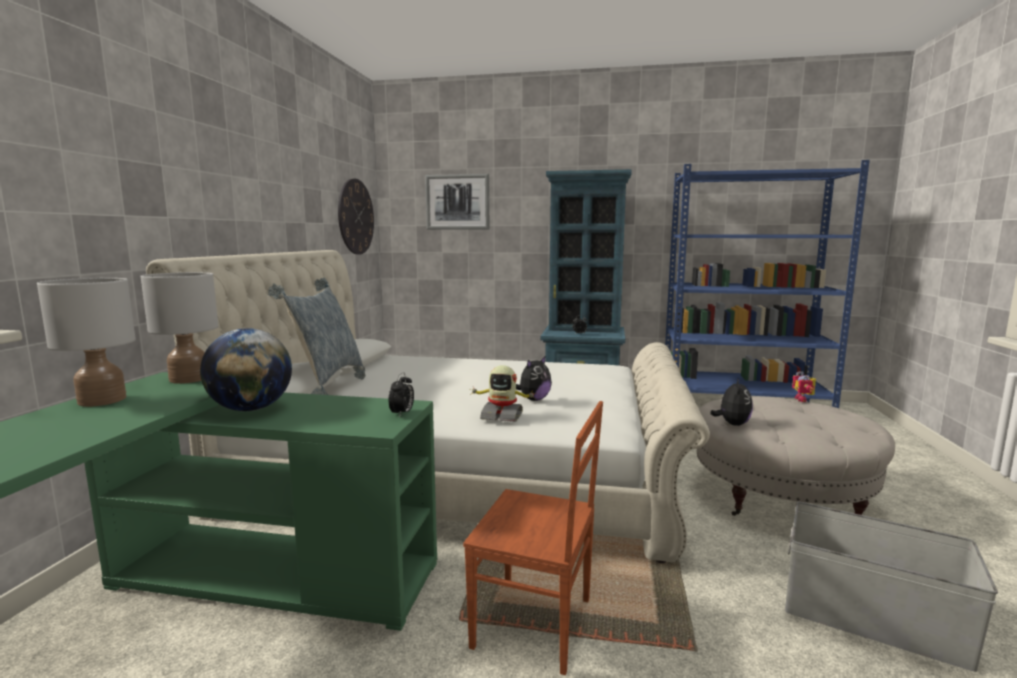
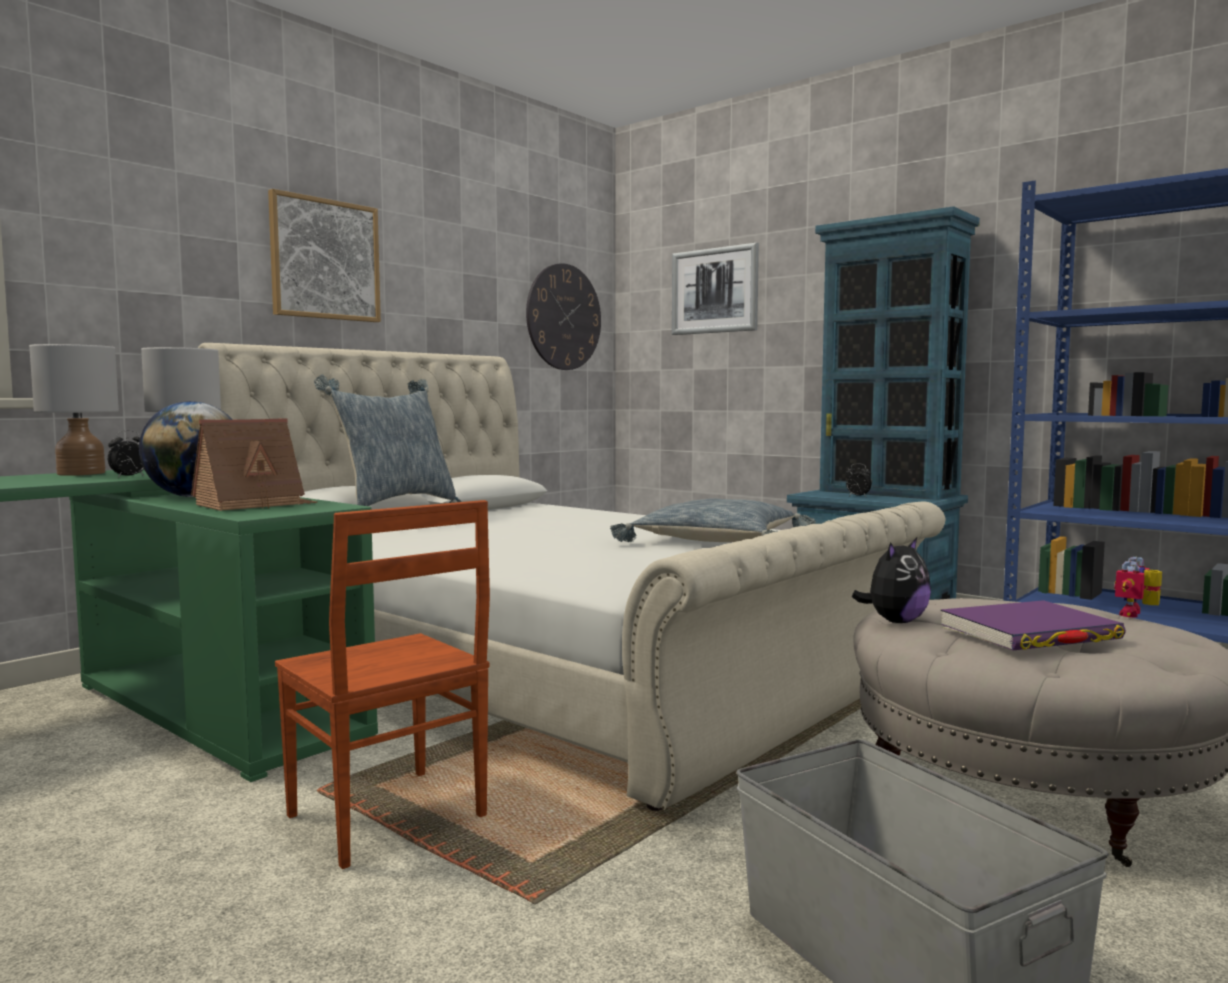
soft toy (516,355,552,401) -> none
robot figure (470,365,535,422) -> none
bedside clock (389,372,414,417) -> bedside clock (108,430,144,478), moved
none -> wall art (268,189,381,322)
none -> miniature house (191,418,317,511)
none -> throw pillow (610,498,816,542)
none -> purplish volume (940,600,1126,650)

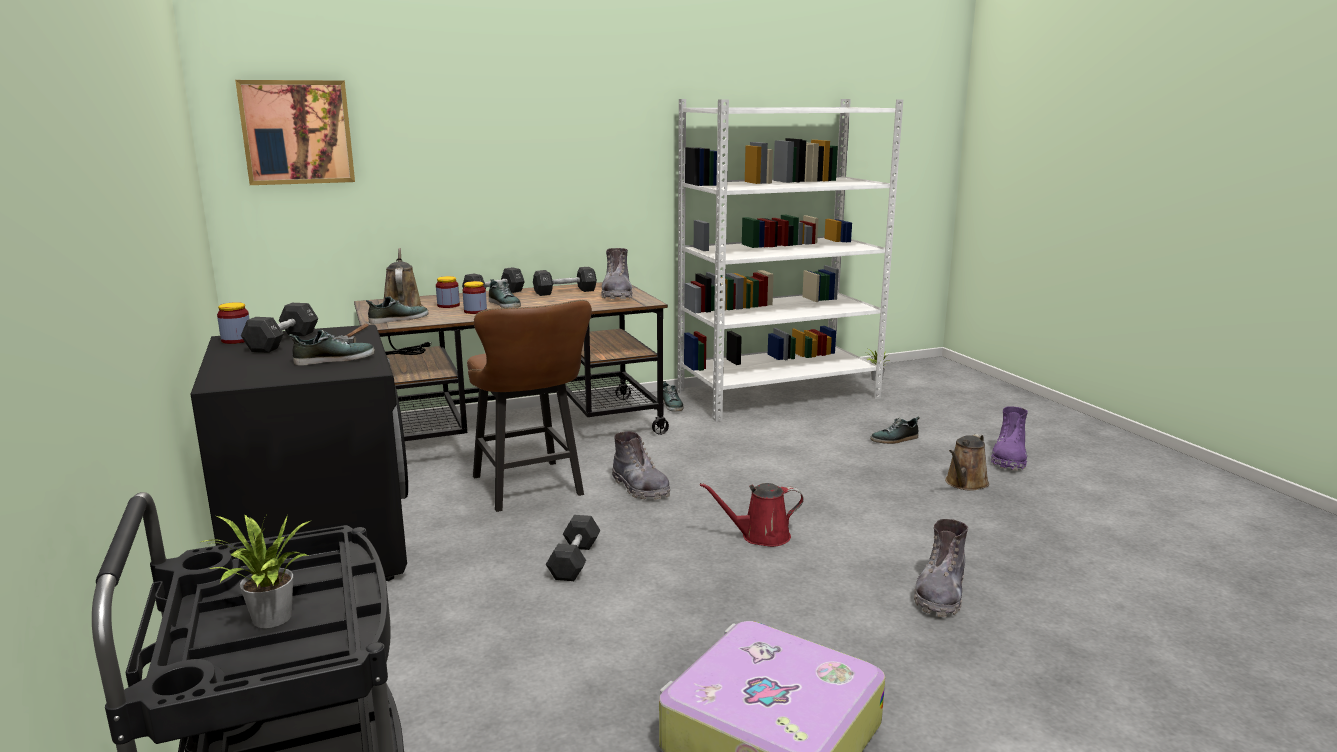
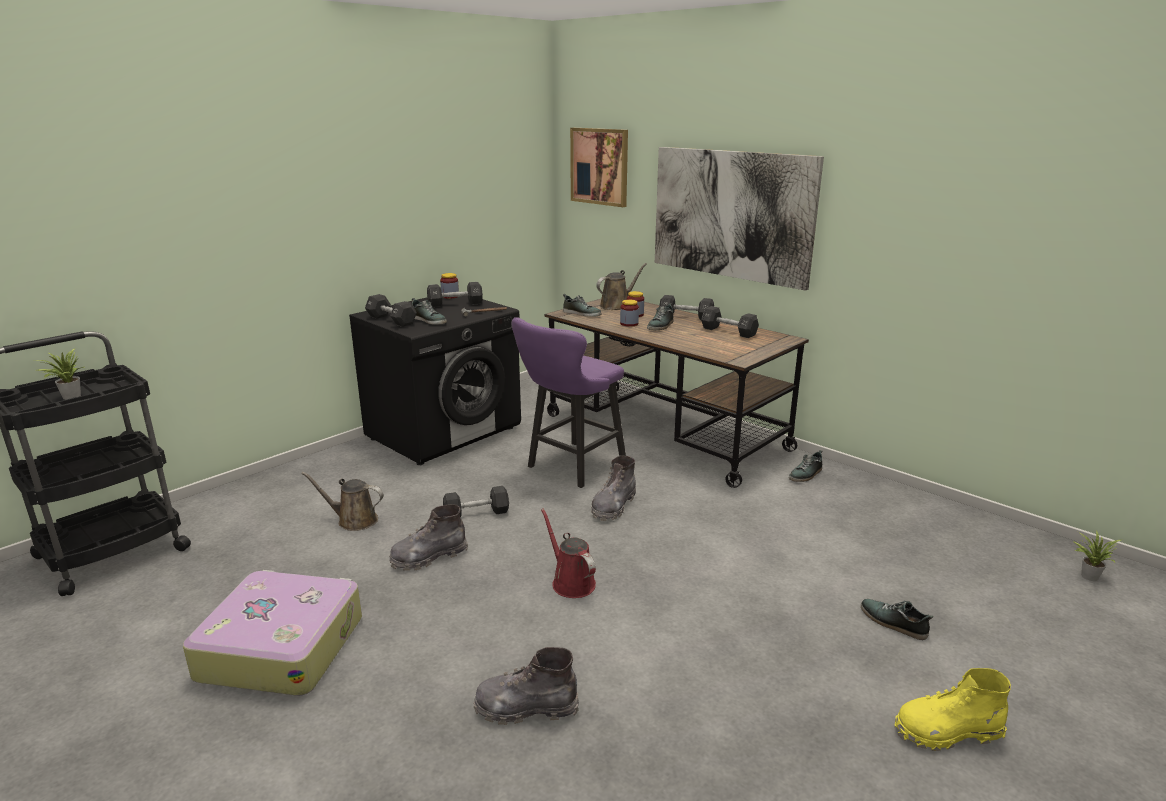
white bookshelf (678,99,903,421) -> none
grey tall boot (601,248,633,299) -> grey tall boot (389,504,468,571), moved
brownish stool seat (467,300,592,512) -> purplish stool seat (512,317,626,488)
purplish tall boot (991,407,1028,471) -> yellow tall boot (895,668,1011,751)
brownish watering pot (945,434,989,491) -> brownish watering pot (301,472,384,531), moved
none -> wall art (655,147,824,291)
none -> black dumbbell (365,294,417,327)

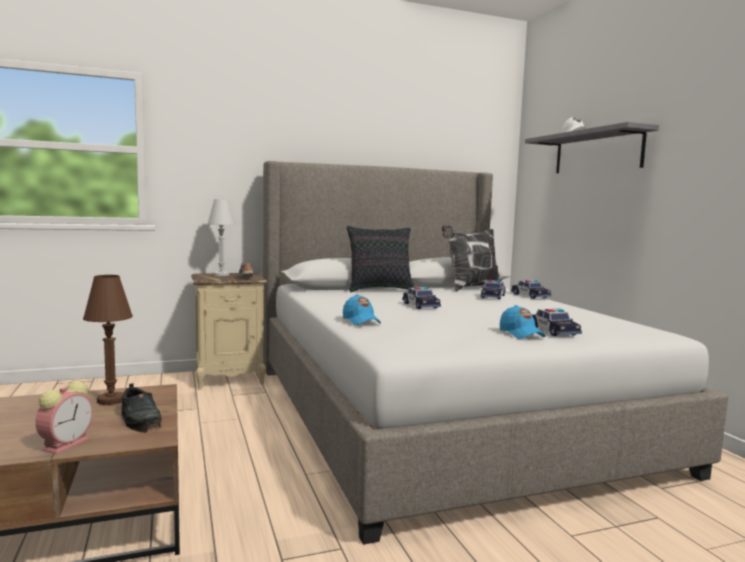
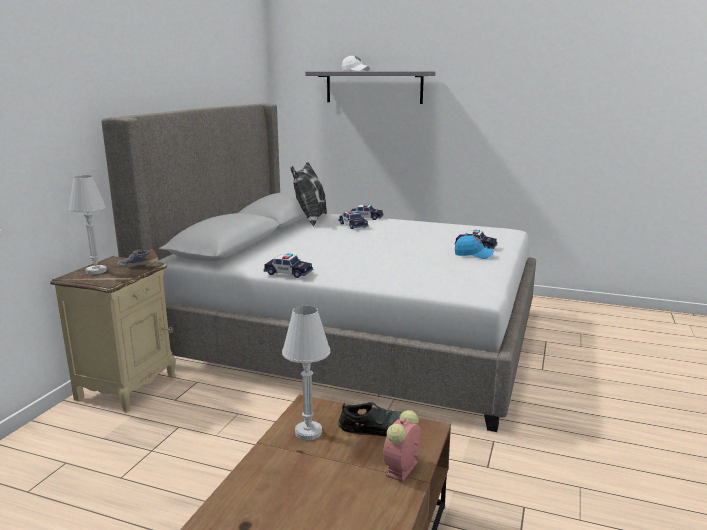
black throw pillow (347,226,414,292) -> none
brownish lamp for a table (83,275,133,405) -> white lamp for a table (282,306,331,440)
model car (402,287,441,309) -> model car (264,254,313,278), moved
blue peaked cap (343,294,381,325) -> none
bedside clock (35,381,93,454) -> bedside clock (383,410,421,482), 120 degrees counterclockwise

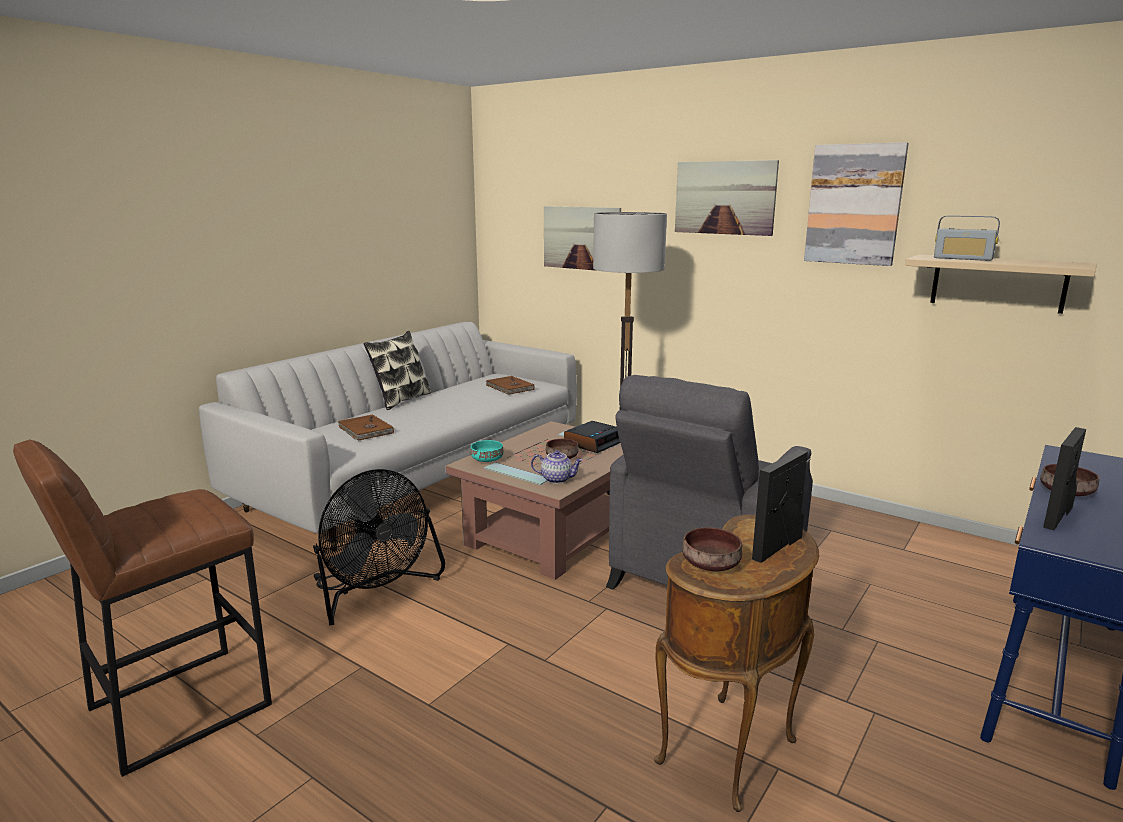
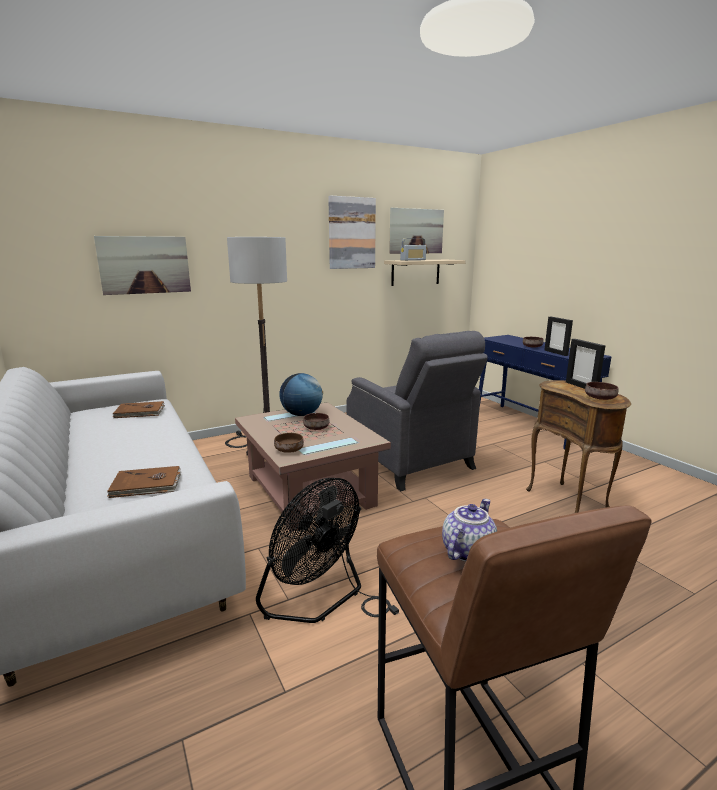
wall art (675,160,779,236) -> wall art (389,208,444,254), moved
throw pillow (364,331,431,410) -> none
bedside clock (564,421,620,453) -> globe (279,373,323,416)
turquoise-coloured bowl (470,440,504,462) -> brownish bowl (274,433,304,453)
pot for tea (531,450,583,484) -> pot for tea (442,499,497,562), moved
black electric fan (313,469,445,626) -> black electric fan (256,478,399,623), 120 degrees counterclockwise

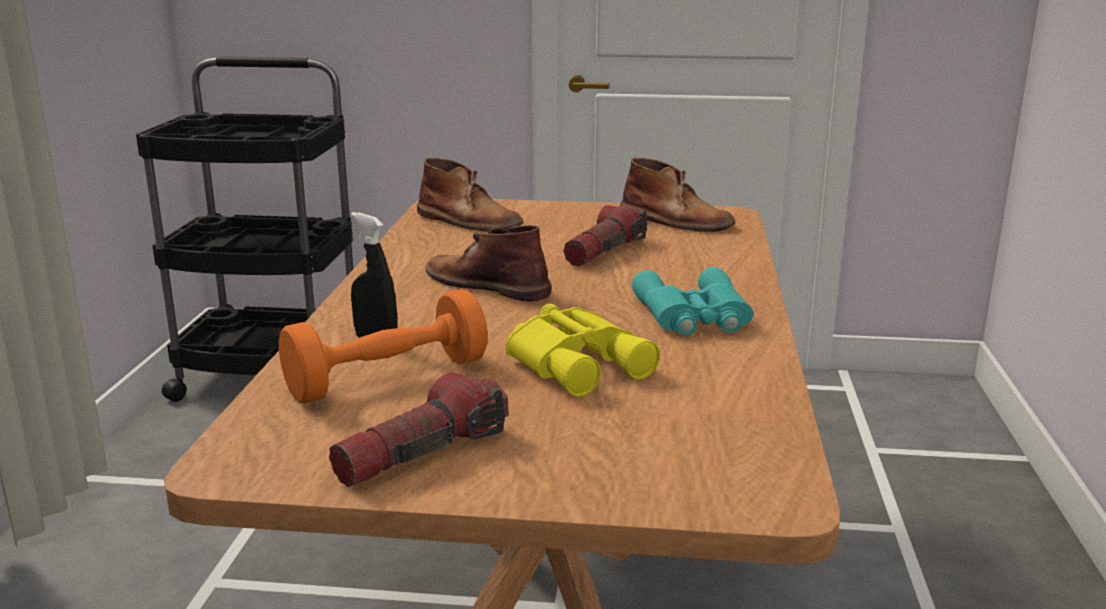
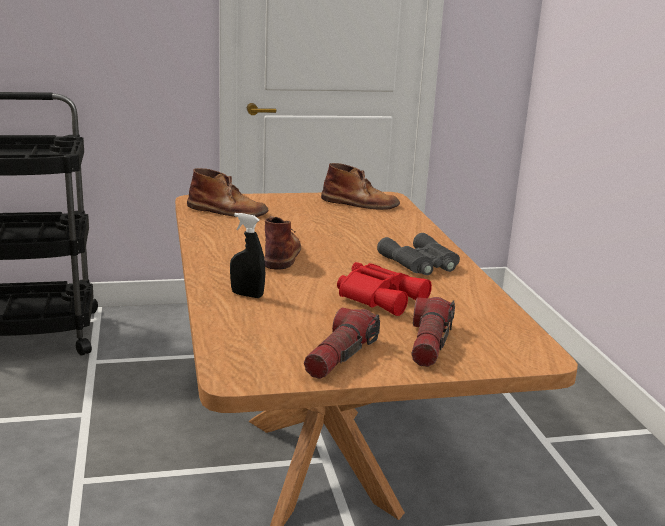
torch (563,205,647,267) -> torch (411,297,455,367), moved
brownish tall boot (426,225,551,301) -> brownish tall boot (264,216,301,270), 75 degrees clockwise
turquoise-coloured binoculars (632,267,753,336) -> grey binoculars (377,233,460,275)
orange dumbbell (279,289,488,404) -> none
yellow binoculars (506,303,660,397) -> red binoculars (337,262,432,316)

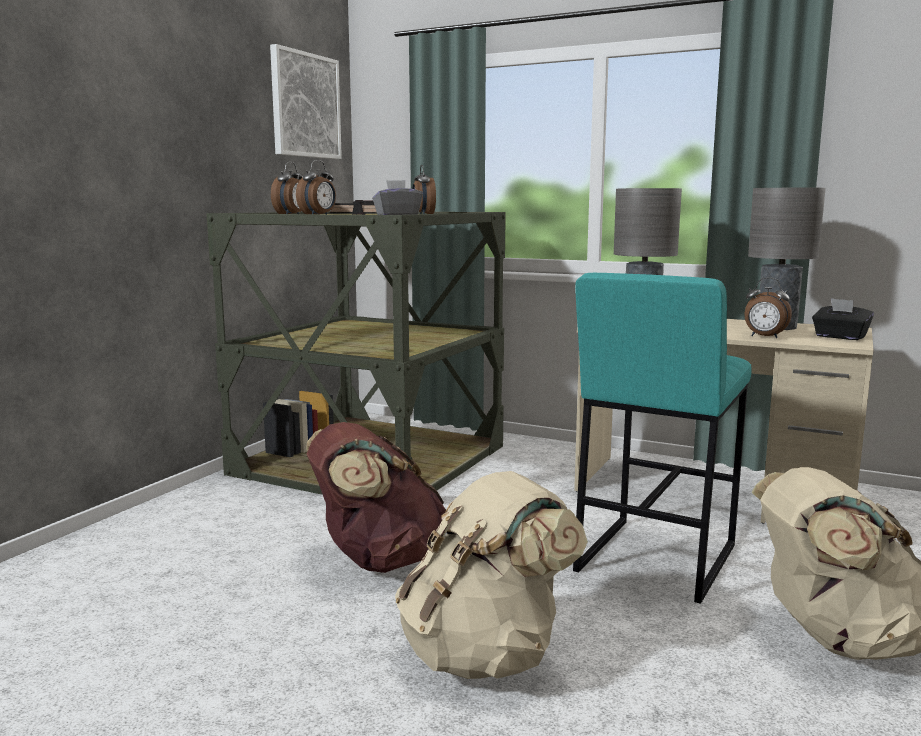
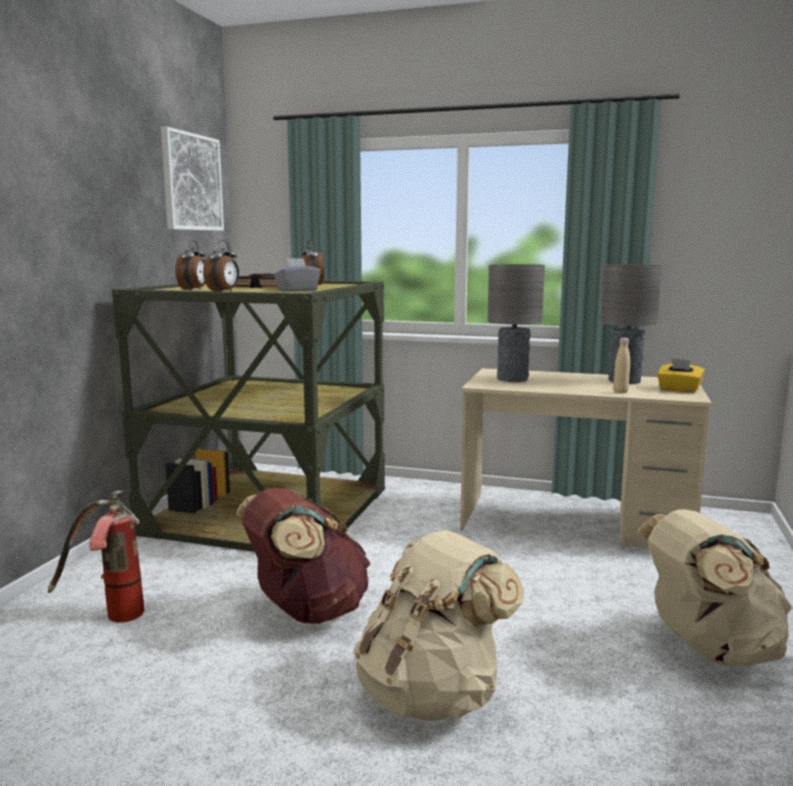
turquoise-coloured stool seat (573,273,752,604) -> none
bedside clock (744,277,792,338) -> sand-coloured bottle (613,338,630,393)
black box of tissues (812,298,874,340) -> yellow box of tissues (657,358,705,393)
none -> fire-fighting cylinder (48,490,144,623)

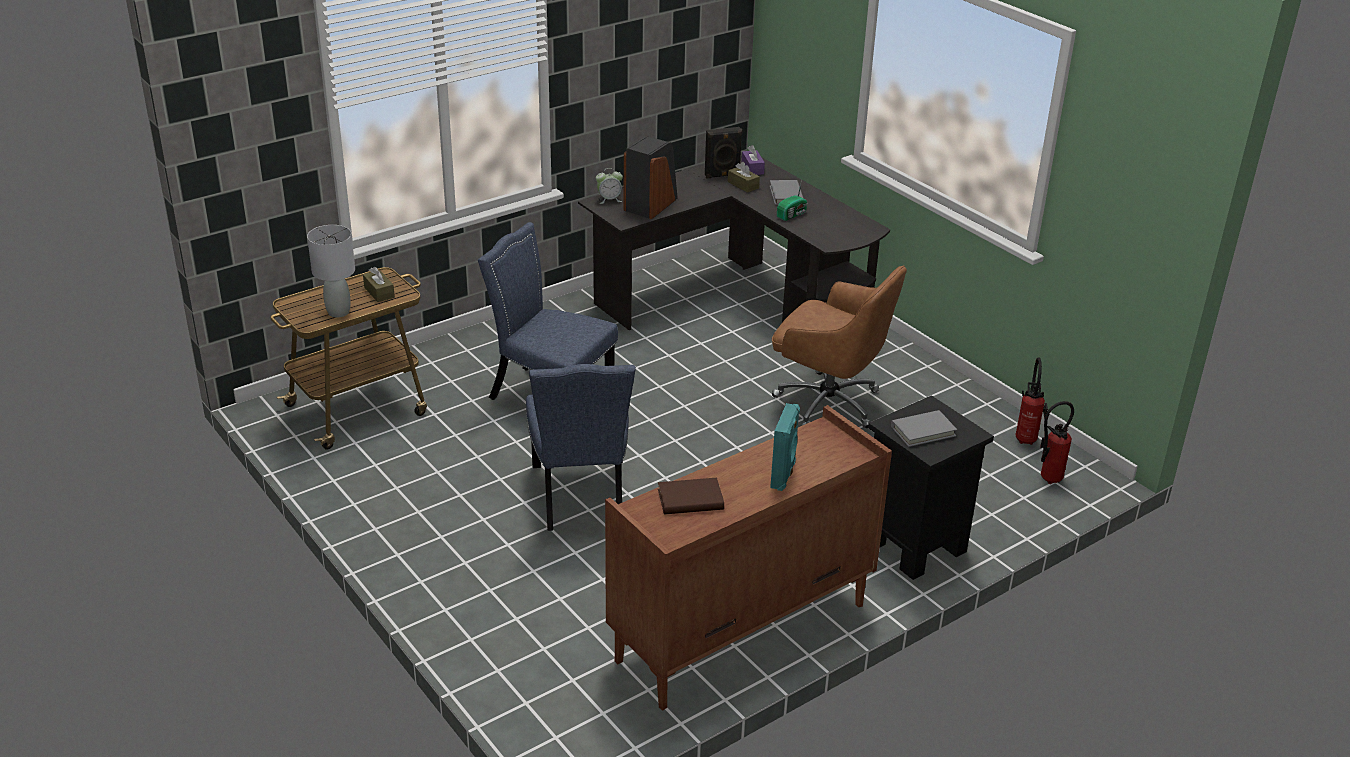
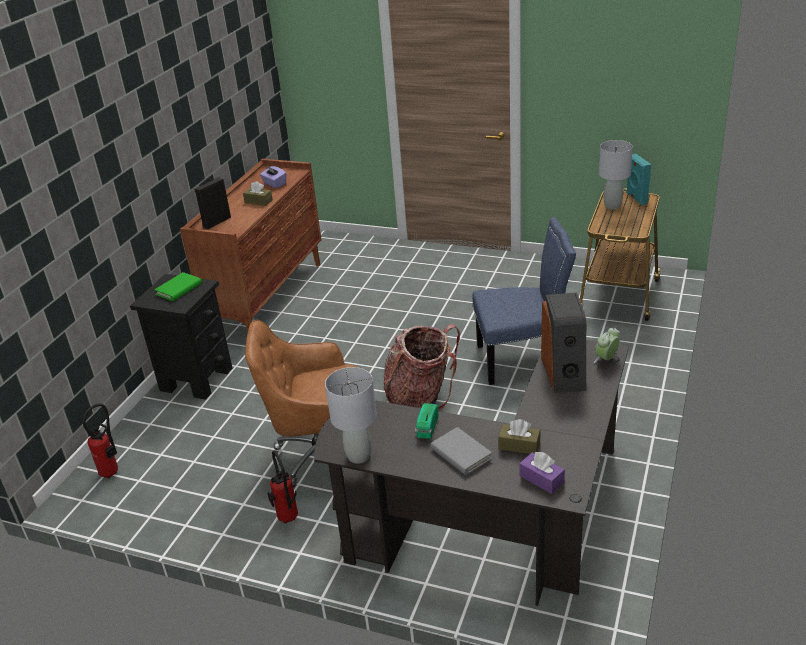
black audio speaker (705,127,742,178) -> black audio speaker (194,177,231,229), moved
brownish box of tissues (363,267,395,302) -> brownish box of tissues (243,181,273,206), moved
fire-fighting cylinder (1015,357,1048,445) -> fire-fighting cylinder (267,451,298,523), moved
blue plain chair (526,364,636,531) -> none
turquoise-coloured audio speaker (770,403,800,491) -> turquoise-coloured audio speaker (626,154,651,205), moved
grey volume (891,410,957,447) -> green-coloured volume (154,272,202,301)
brownish volume (658,478,724,514) -> purplish box of tissues (260,166,286,188)
none -> rucksack (384,324,460,411)
none -> grey lamp for a table (325,367,377,464)

